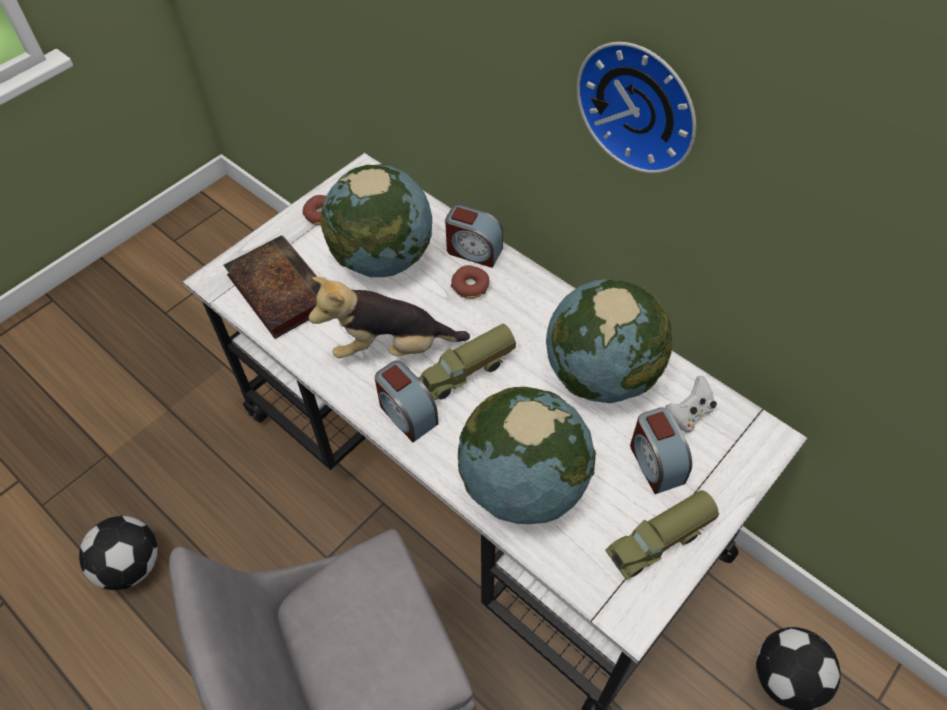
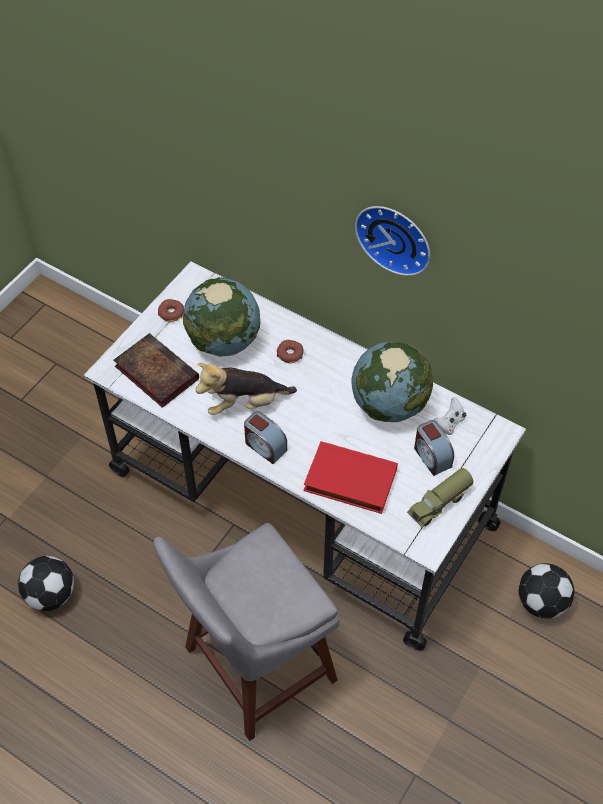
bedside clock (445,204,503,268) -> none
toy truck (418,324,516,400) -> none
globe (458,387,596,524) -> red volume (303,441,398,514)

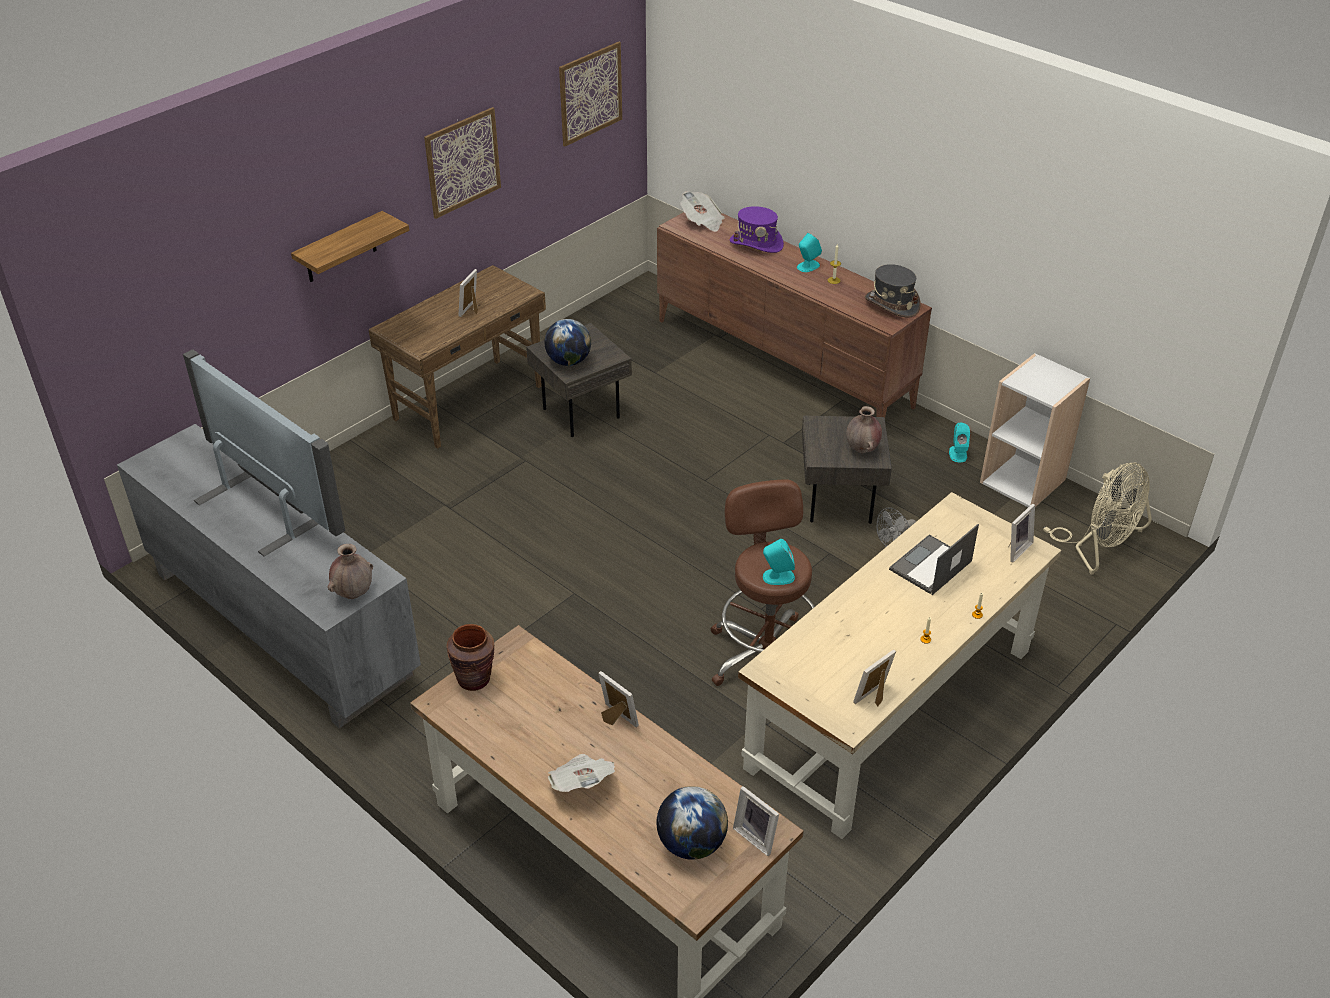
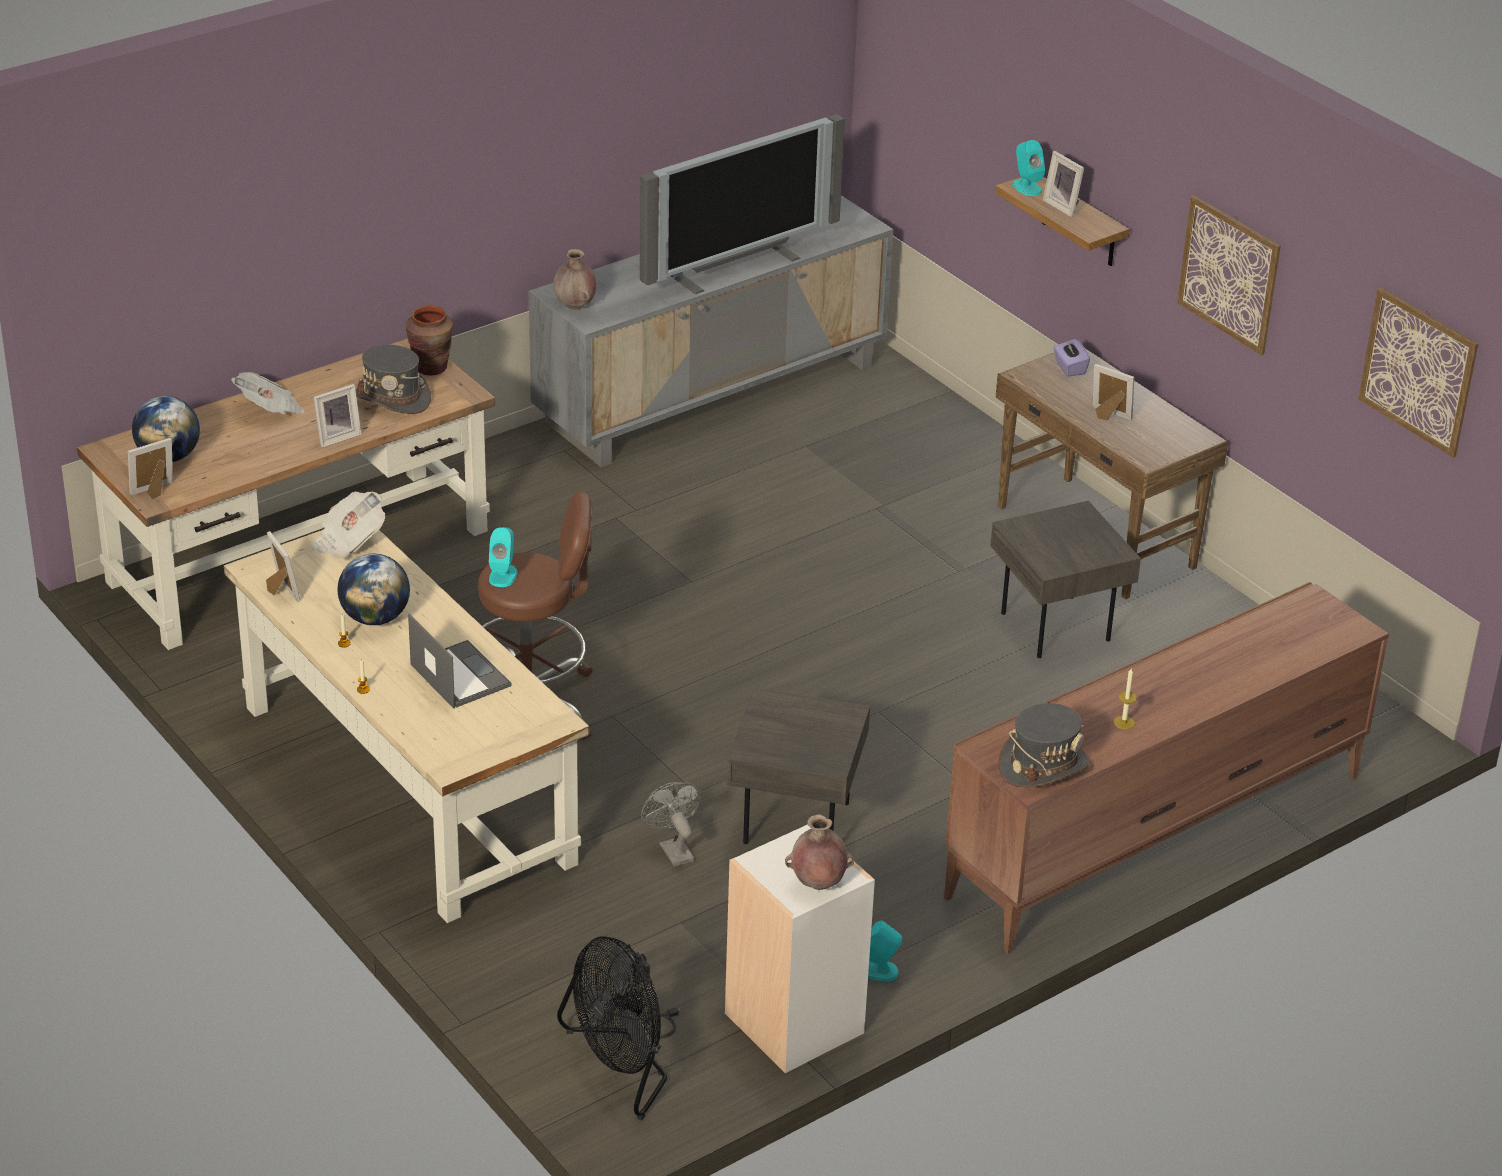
printed paper (680,191,725,232) -> printed paper (312,491,385,559), moved
purplish wearable hat (730,206,784,253) -> none
turquoise-coloured audio speaker (797,233,822,272) -> turquoise-coloured audio speaker (1012,140,1045,196), moved
globe (544,319,591,366) -> globe (338,554,410,625), moved
brownish vase (846,406,882,453) -> brownish vase (785,814,854,890), moved
sand-coloured electric fan (1043,463,1152,575) -> black electric fan (557,936,681,1121)
standing frame (1008,504,1035,563) -> standing frame (1043,151,1084,217), moved
none -> purplish box of tissues (1053,339,1090,377)
none -> grey wearable hat (355,345,431,414)

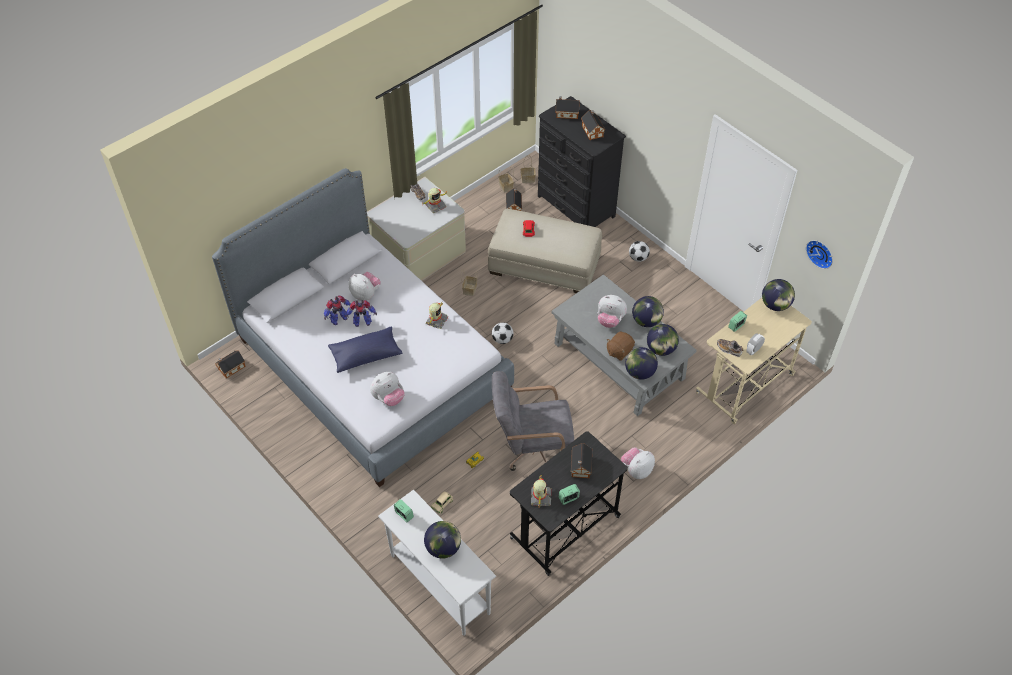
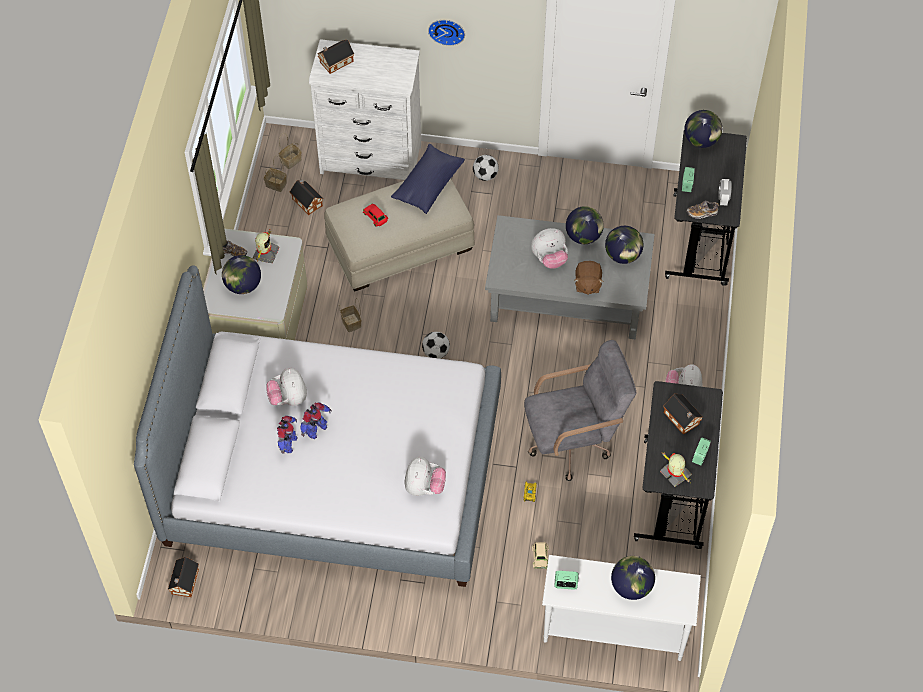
black dresser (538,96,626,227) -> white dresser (309,39,421,180)
miniature house (581,110,605,140) -> none
wall clock (806,240,833,269) -> wall clock (428,20,465,46), moved
soft toy (348,272,381,301) -> soft toy (266,368,307,406), 105 degrees counterclockwise
sand-coloured desk unit (696,298,812,424) -> black desk unit (665,131,747,286)
robot figure (426,303,448,329) -> none
blue throw pillow (328,326,403,373) -> blue throw pillow (391,144,465,214), moved
globe (625,347,658,380) -> globe (222,255,261,294), moved
grey desk chair (492,371,574,471) -> grey desk chair (524,340,636,481), 150 degrees counterclockwise

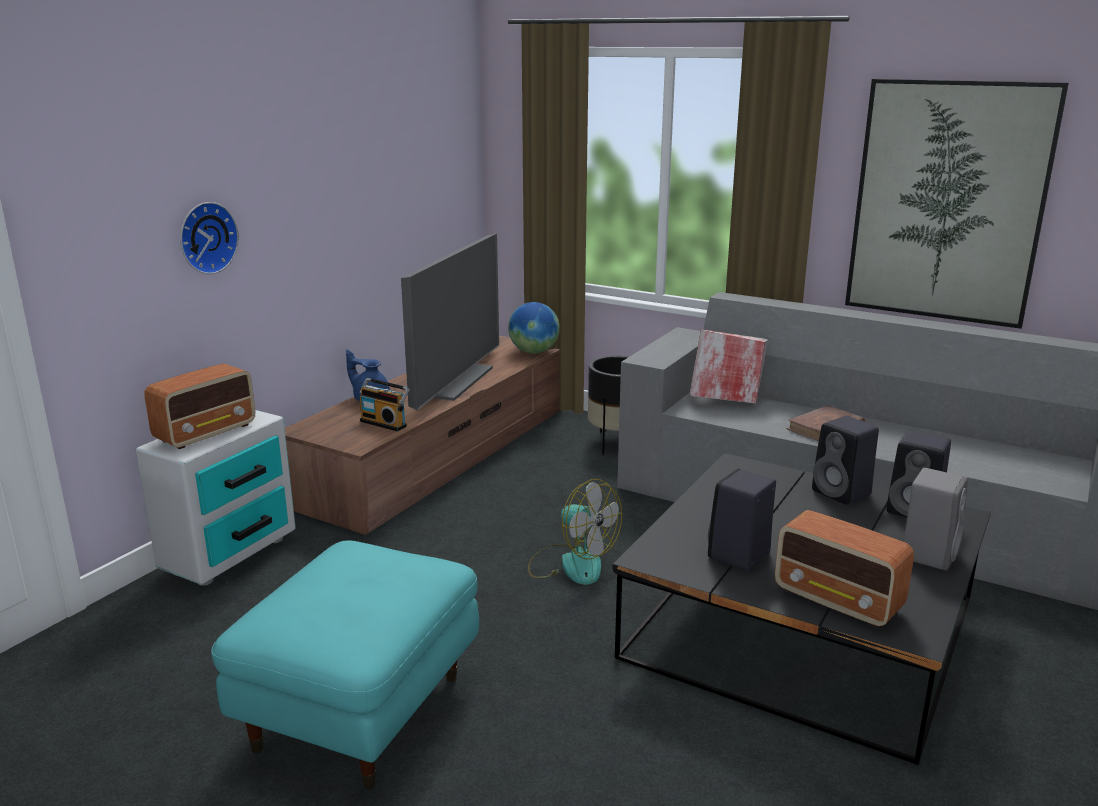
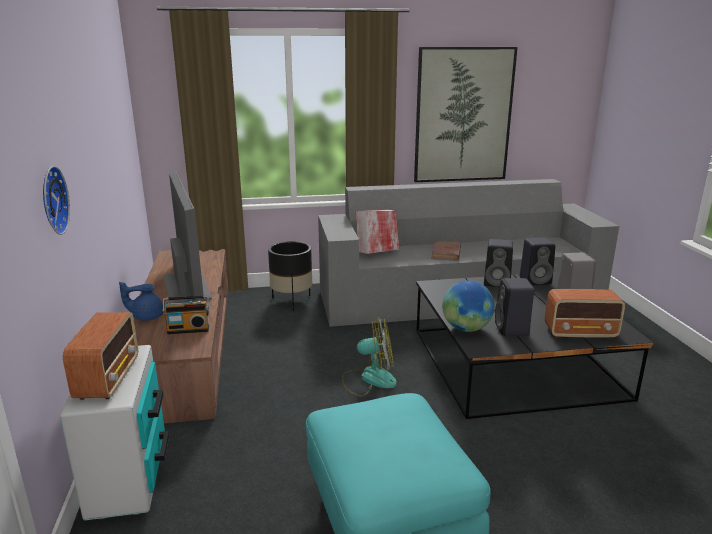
globe (508,302,560,354) -> globe (442,280,494,332), moved

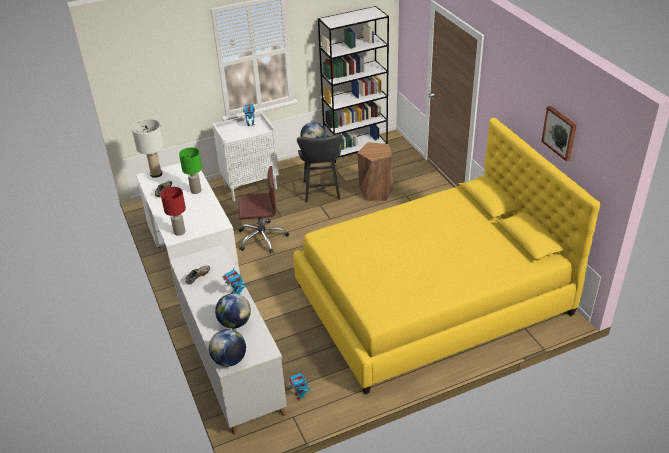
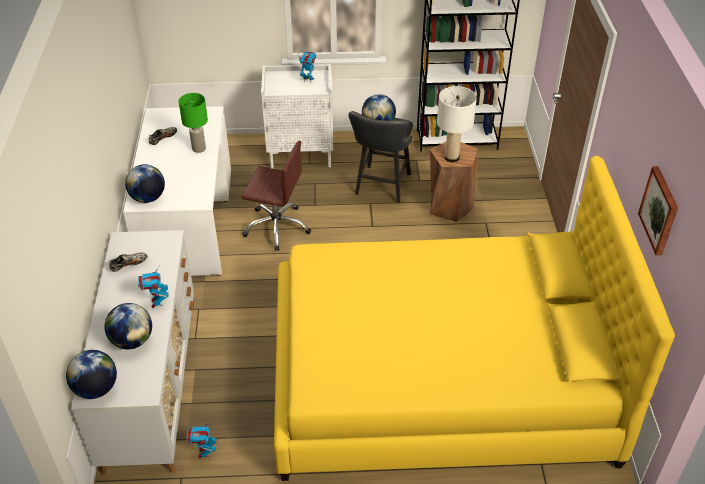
white lamp for a table (131,119,164,178) -> white lamp for a table (437,86,477,162), moved
red lamp for a table (161,187,186,236) -> globe (125,164,165,203)

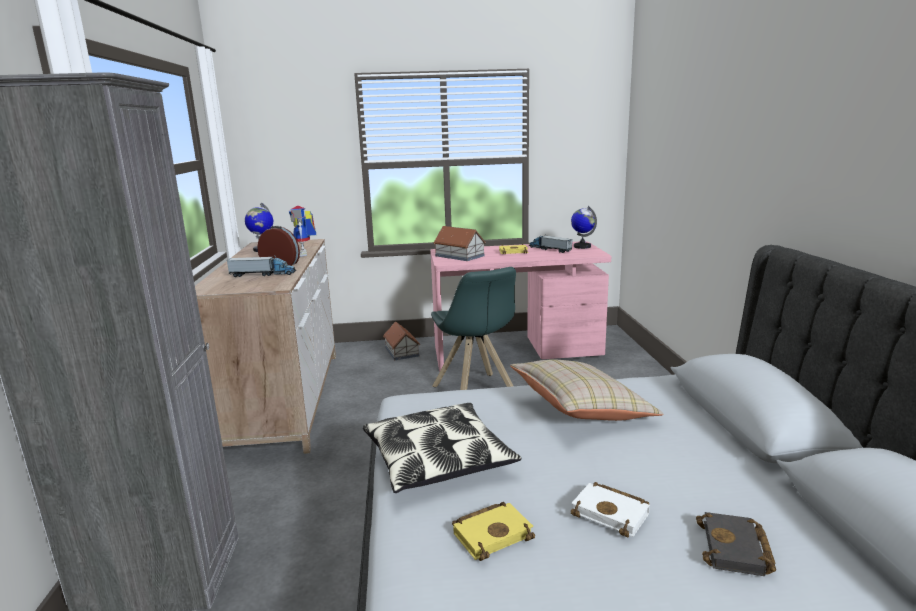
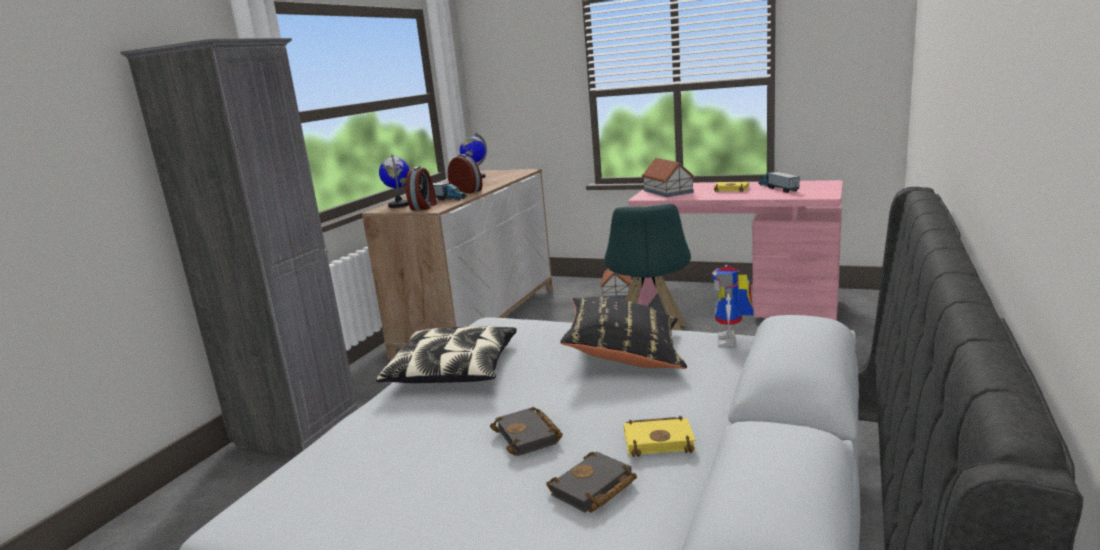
robot figure (289,206,316,257) -> robot figure (712,265,754,347), moved
globe (571,206,597,249) -> globe (379,154,410,208), moved
sand-coloured throw pillow (510,359,663,421) -> black throw pillow (560,297,687,369)
white volume (570,482,650,538) -> black volume (490,407,563,456)
yellow volume (452,502,535,561) -> yellow volume (624,416,696,457), moved
none -> bedside clock (406,166,437,210)

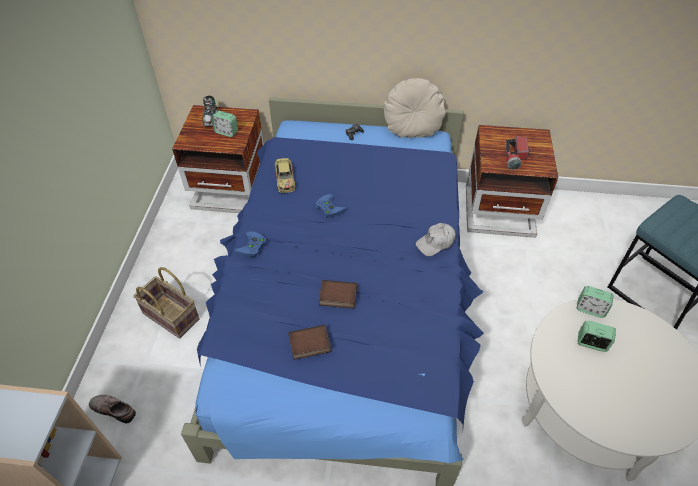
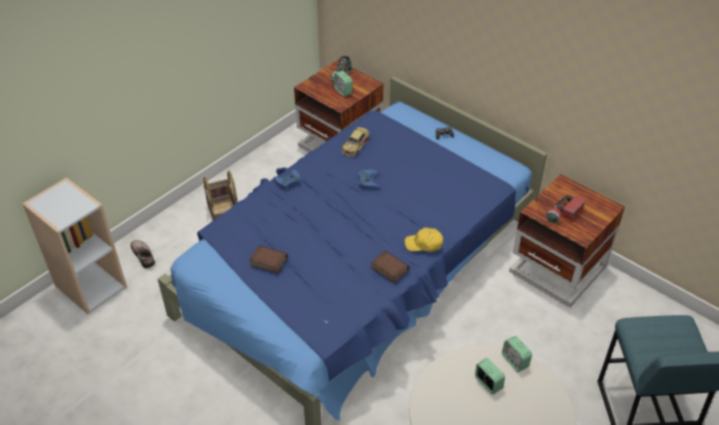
sand-coloured throw pillow (384,78,446,138) -> none
white peaked cap (416,223,456,256) -> yellow peaked cap (405,227,443,252)
volume (319,280,357,309) -> volume (371,251,409,283), moved

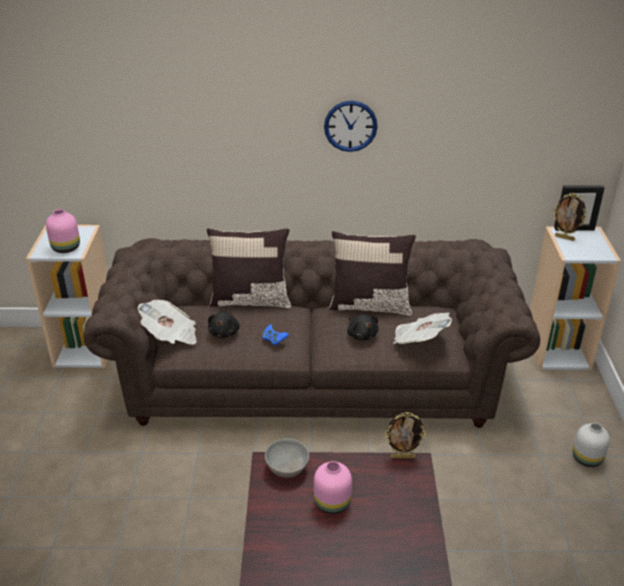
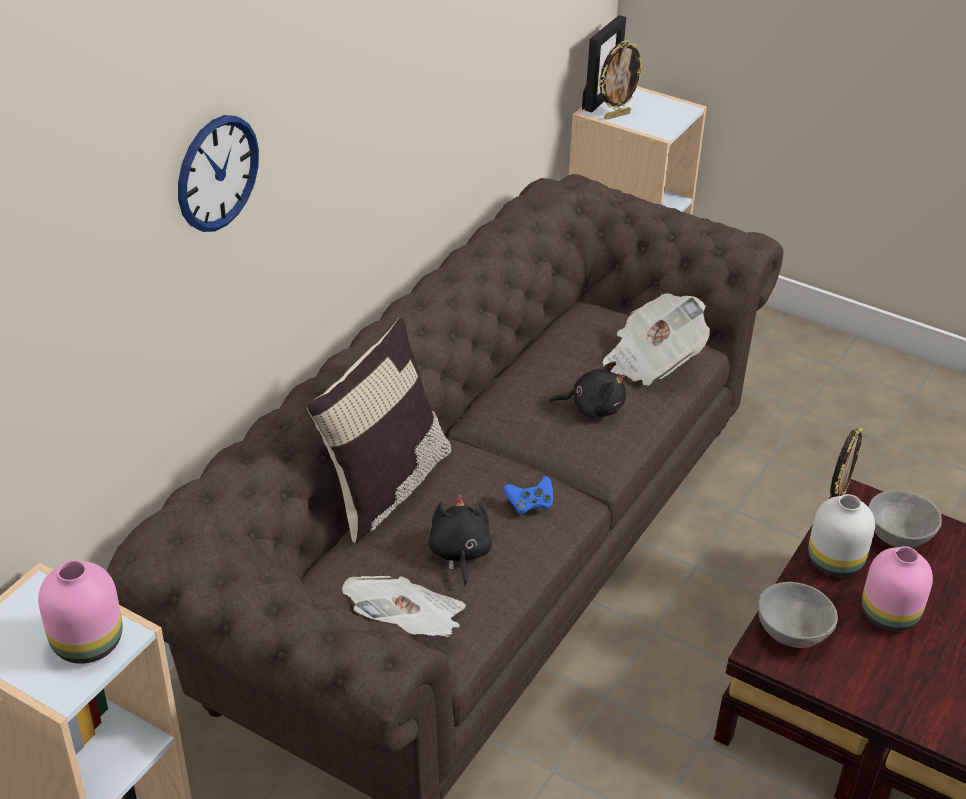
wall clock (324,101,377,152) -> wall clock (178,115,259,232), moved
throw pillow (329,231,416,316) -> none
black soft toy (208,312,240,338) -> black soft toy (428,494,492,587), 135 degrees counterclockwise
white vase (573,423,610,467) -> white vase (808,494,875,577), moved
none -> grey bowl (869,490,942,548)

